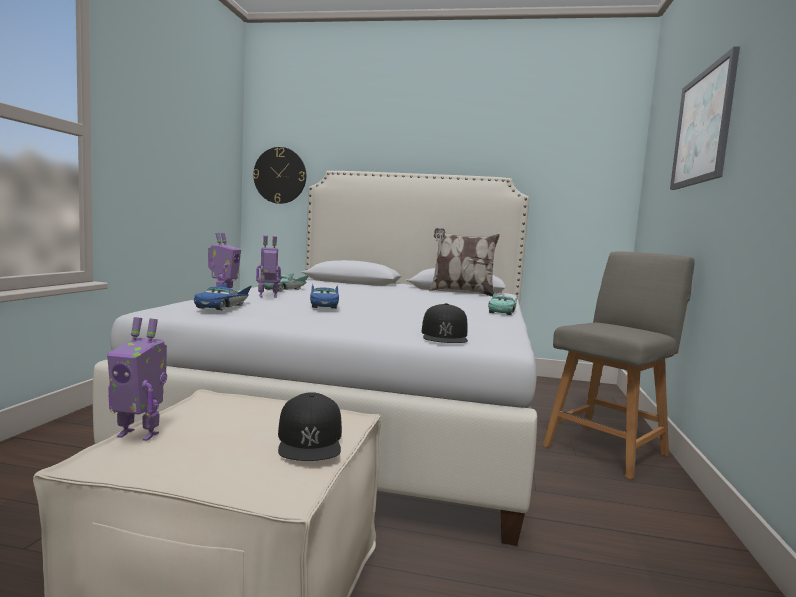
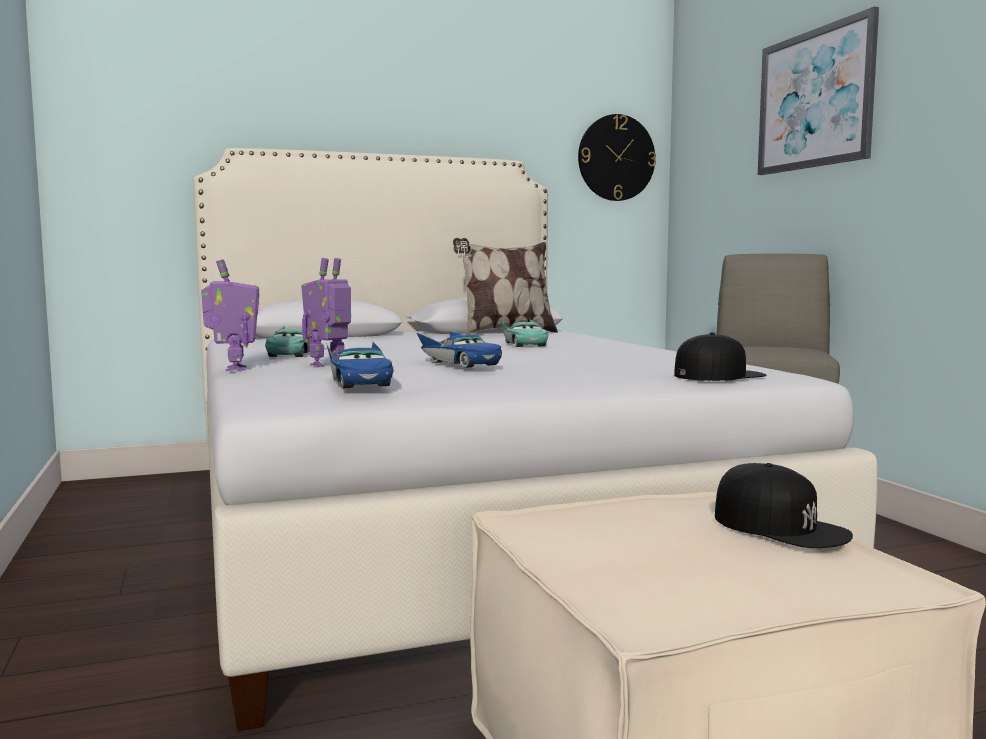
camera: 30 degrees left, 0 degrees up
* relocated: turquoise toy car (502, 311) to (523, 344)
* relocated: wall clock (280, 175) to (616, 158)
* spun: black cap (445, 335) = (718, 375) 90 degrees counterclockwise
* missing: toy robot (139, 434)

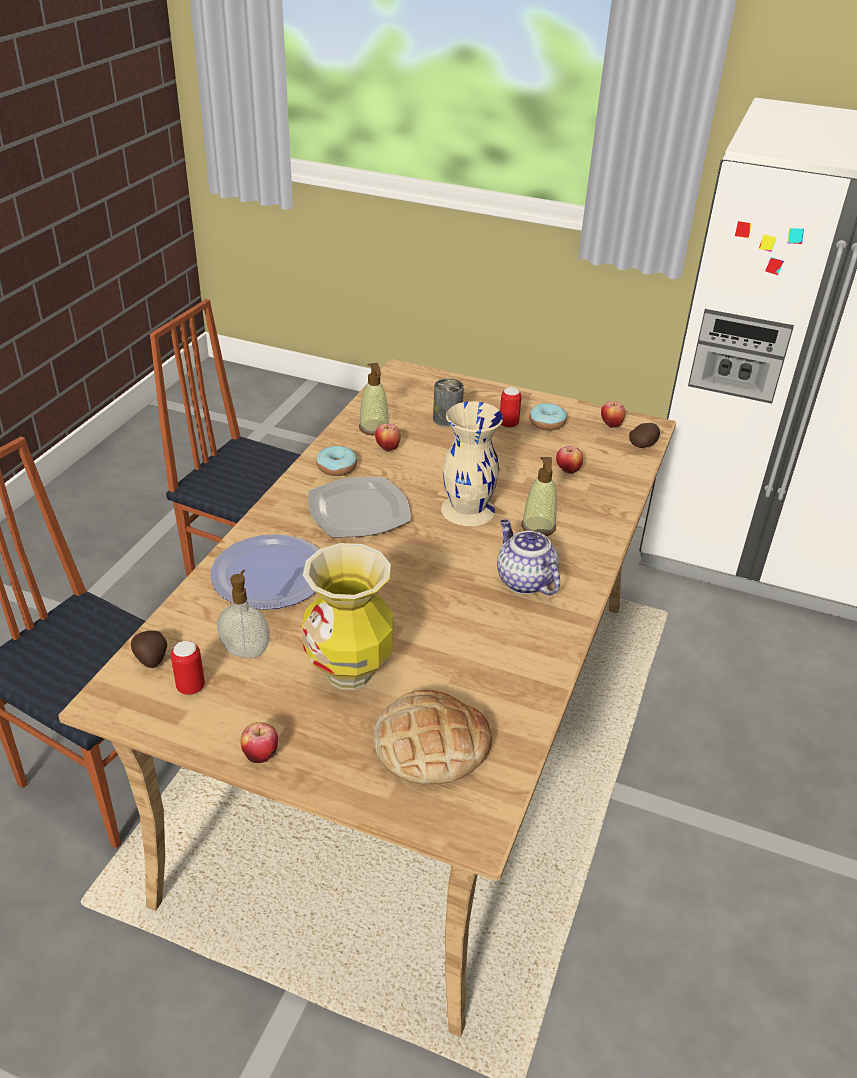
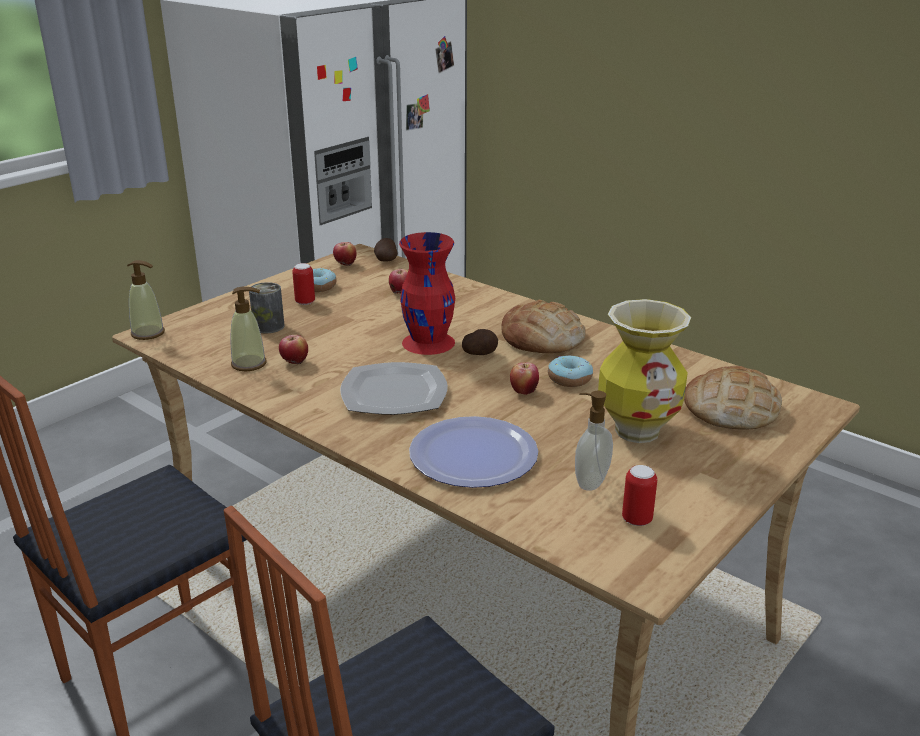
camera: 70 degrees left, 10 degrees down
* relocated: soap dispenser (538, 527) to (148, 333)
* colour: beige vase (468, 510) to red vase (429, 342)
* relocated: potato (151, 659) to (479, 354)
* exchanged: teapot (524, 580) to bread (542, 337)
* relocated: apple (261, 755) to (524, 392)
* relocated: donut (337, 467) to (569, 379)

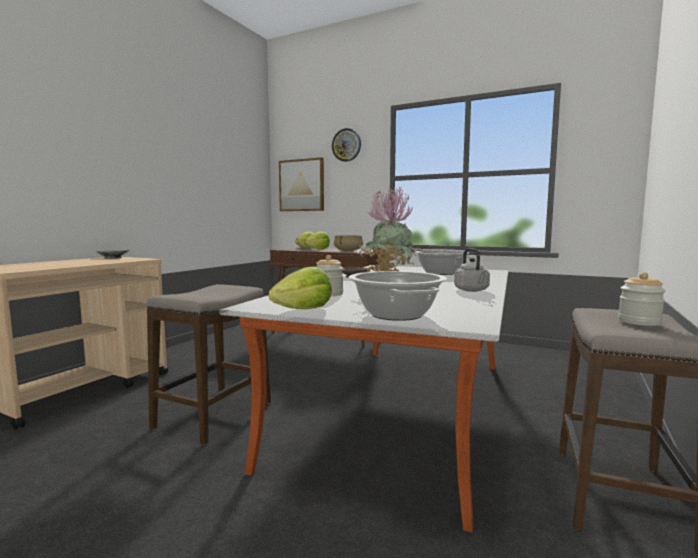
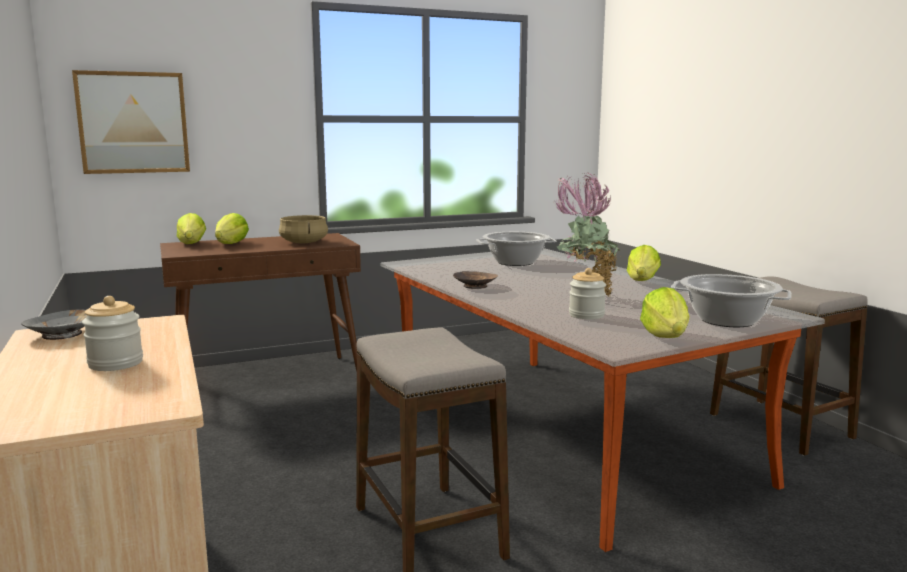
camera: 50 degrees left, 5 degrees up
* relocated: jar (639, 321) to (115, 363)
* exchanged: grey kettle (472, 290) to lettuce (642, 281)
* missing: wall clock (346, 145)

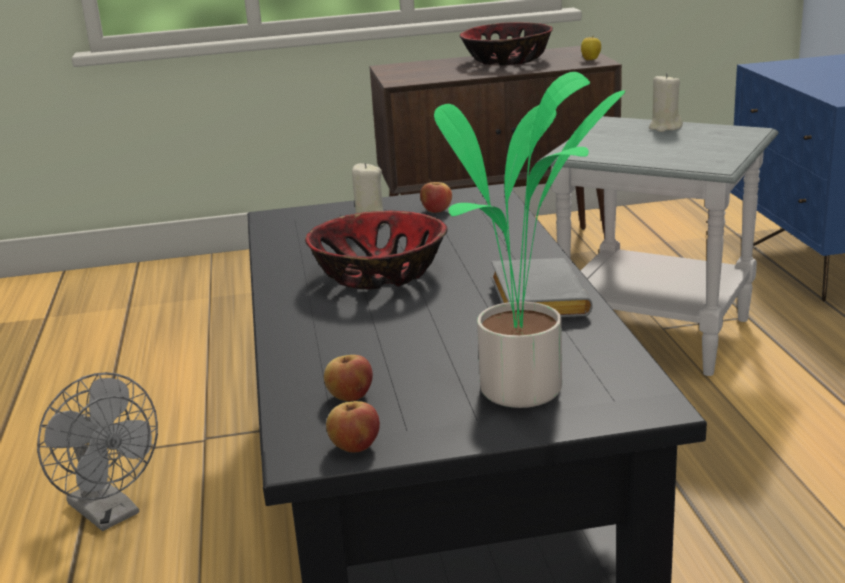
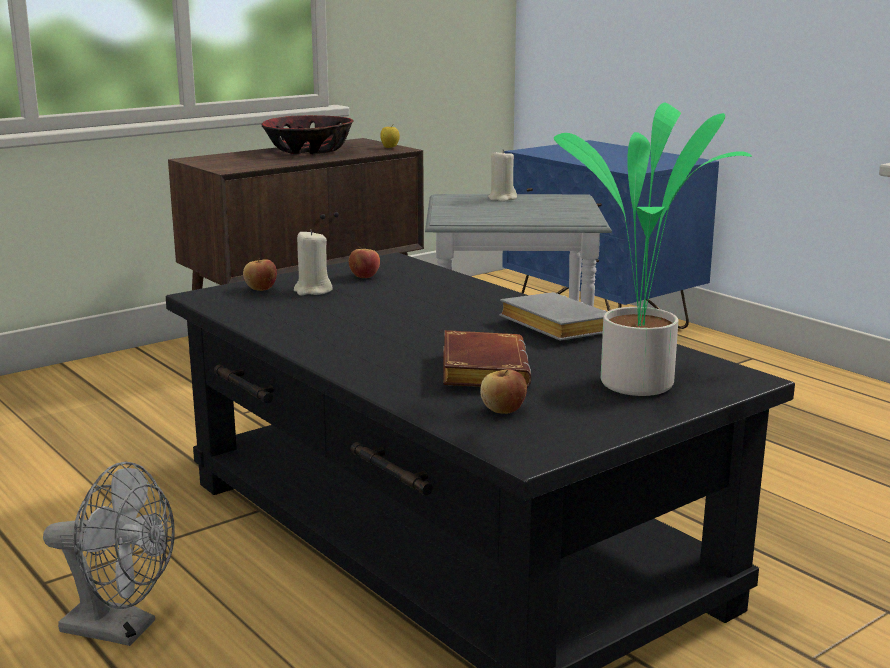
camera: 30 degrees left, 5 degrees down
* relocated: apple (355, 446) to (261, 289)
* appeared: brown book (480, 370)
* missing: bowl (379, 273)

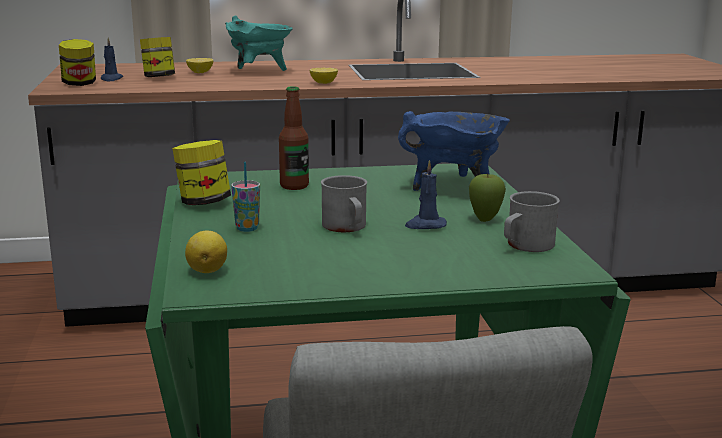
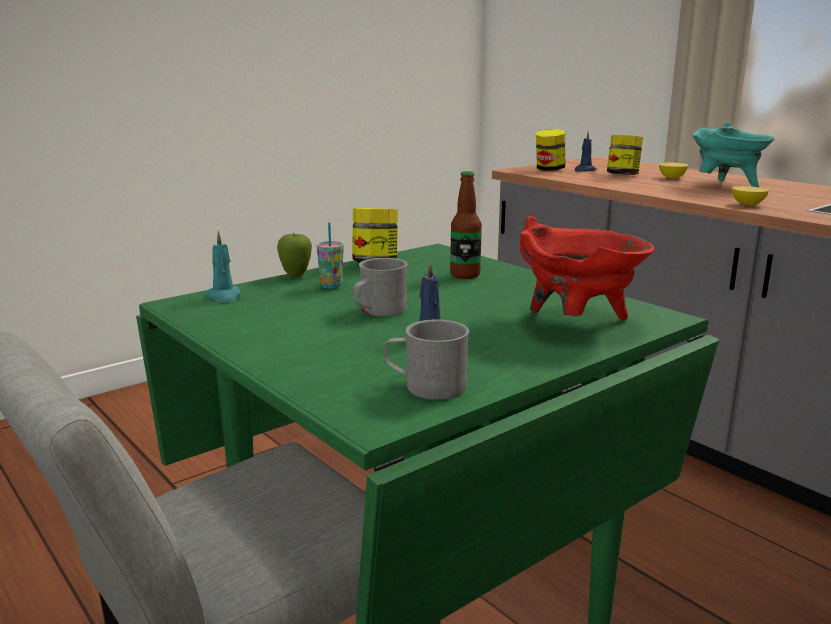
camera: 60 degrees right, 0 degrees up
* exchanged: lemon (208, 270) to turquoise candle (224, 296)
* relocated: apple (485, 220) to (296, 276)
* colour: blue cooking pot (454, 187) to red cooking pot (577, 323)

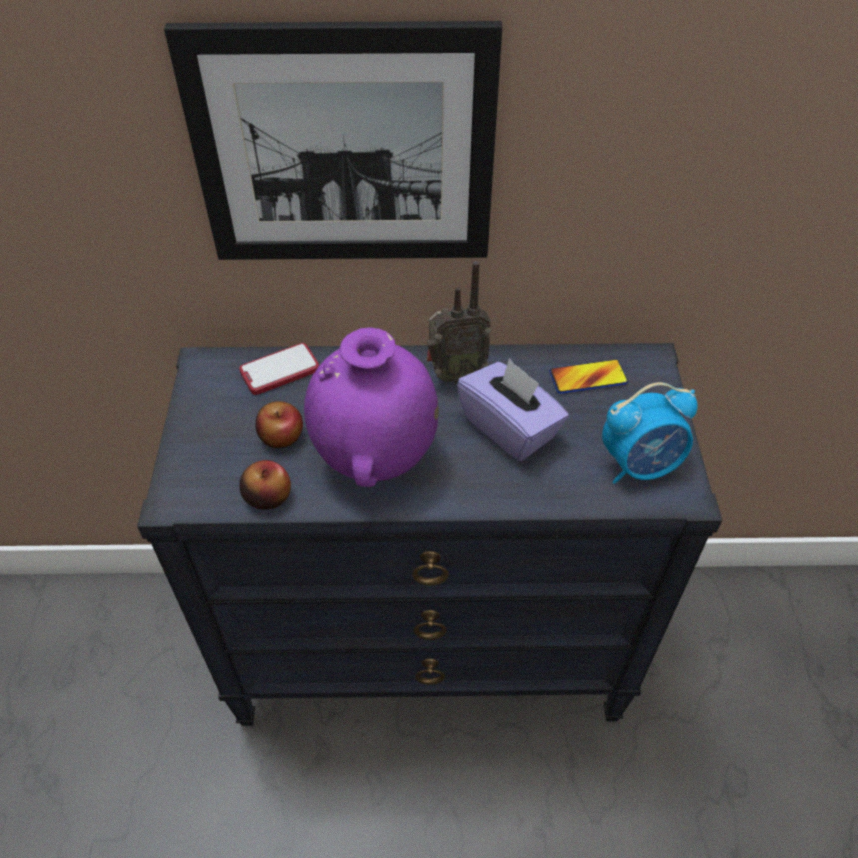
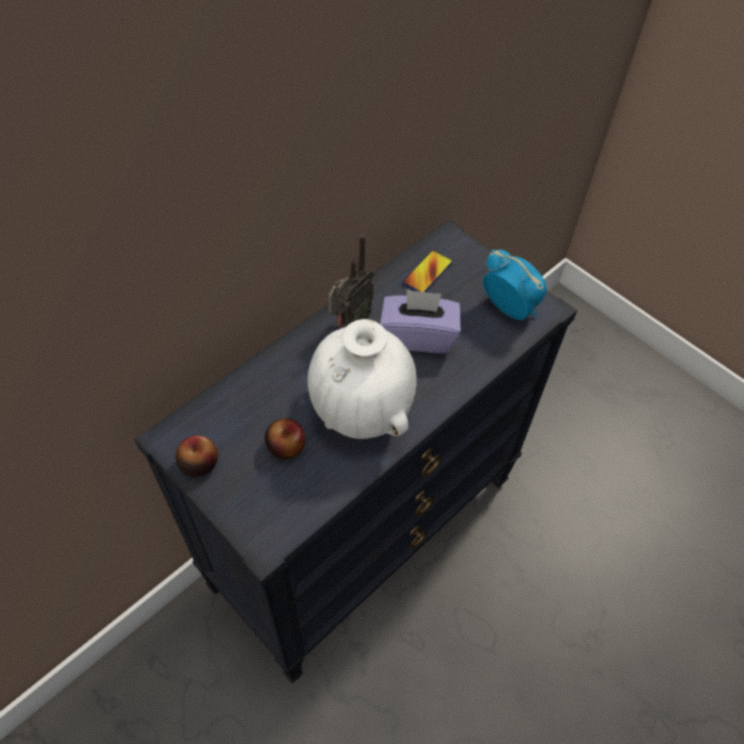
camera: 45 degrees left, 5 degrees up
* relocated: apple (268, 496) to (199, 463)
* colour: purple vase (375, 457) to white vase (362, 414)
* spun: alarm clock (640, 465) = (509, 308) 75 degrees counterclockwise
* missing: picture (344, 150)
* missing: phone (280, 370)

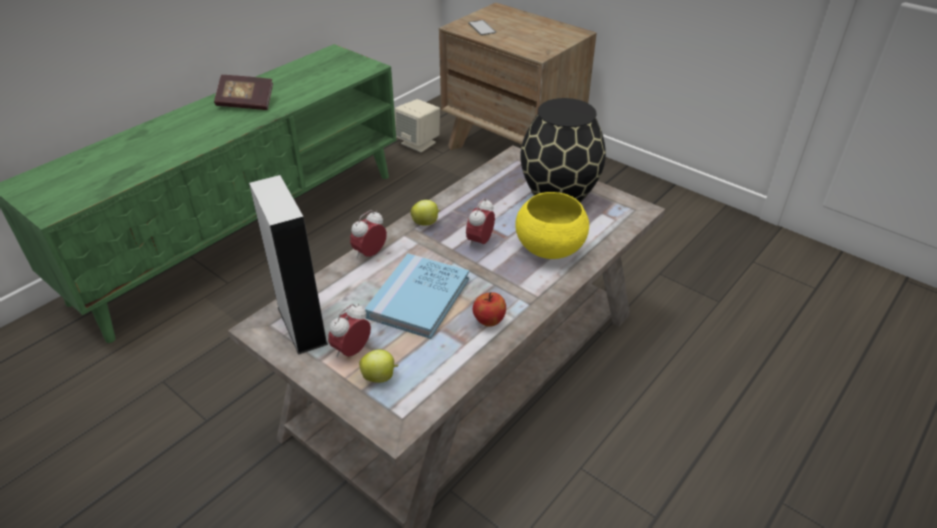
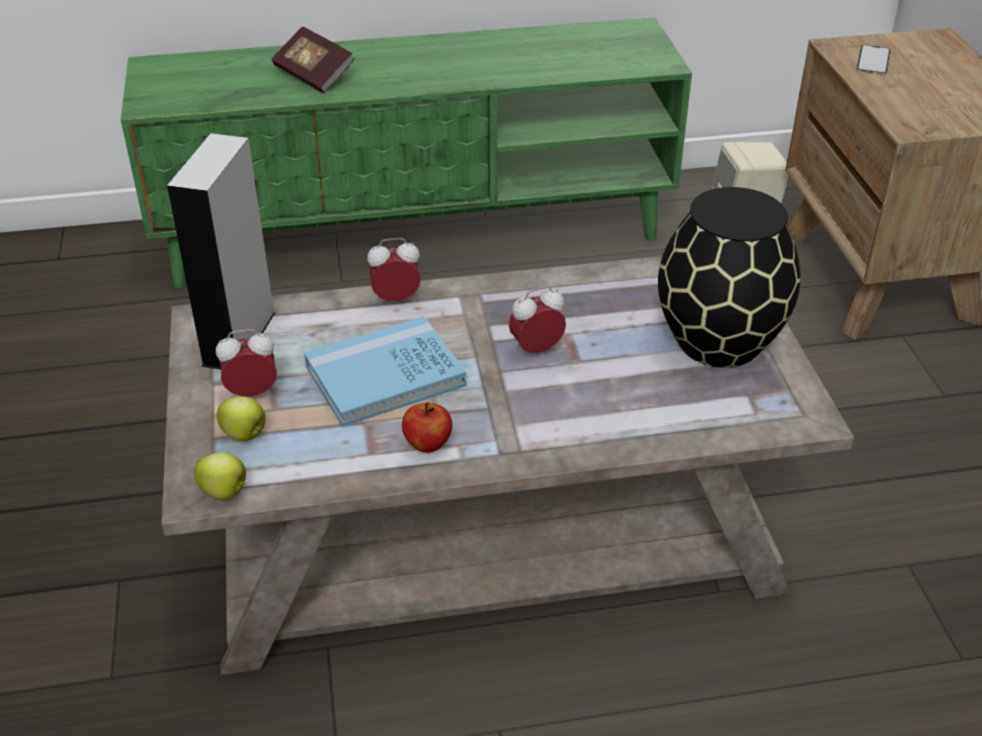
camera: 40 degrees right, 0 degrees up
* relocated: apple (426, 223) to (225, 492)
* relocated: book (246, 103) to (314, 75)
* missing: yellow bowl (549, 249)

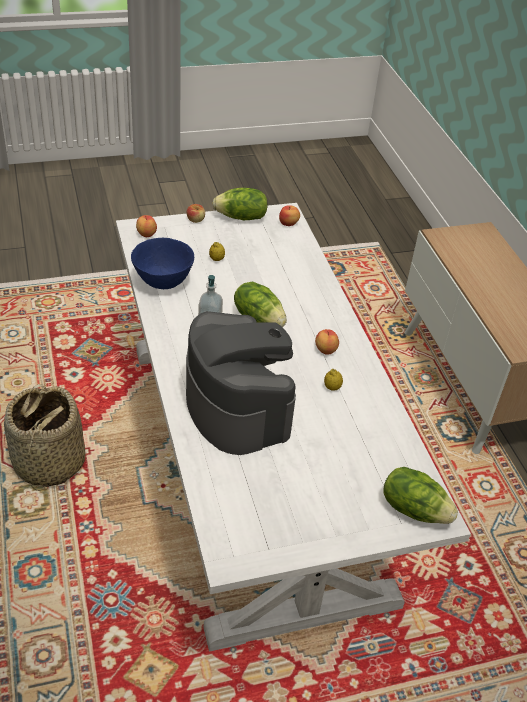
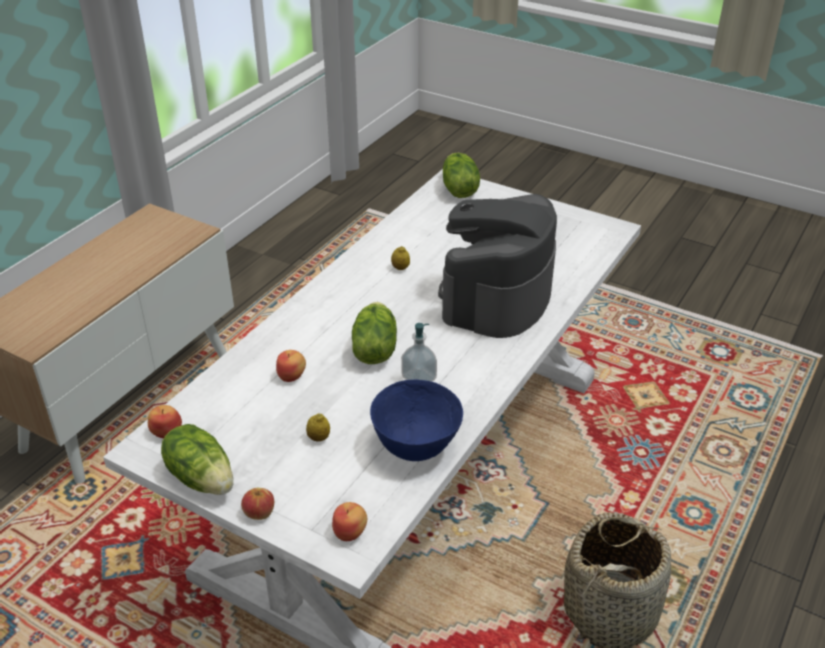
camera: 130 degrees left, 5 degrees down
* relocated: apple (325, 350) to (292, 376)

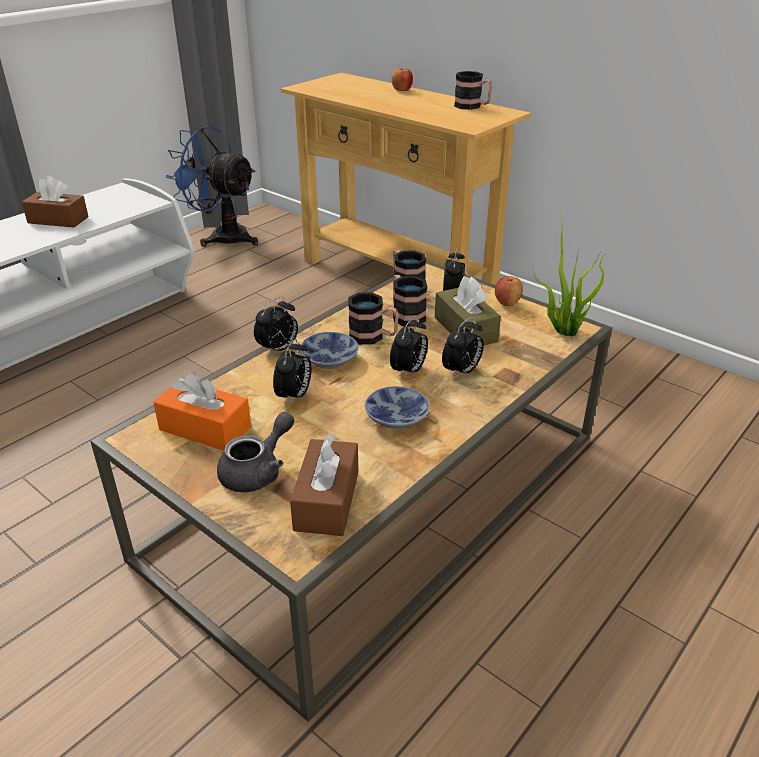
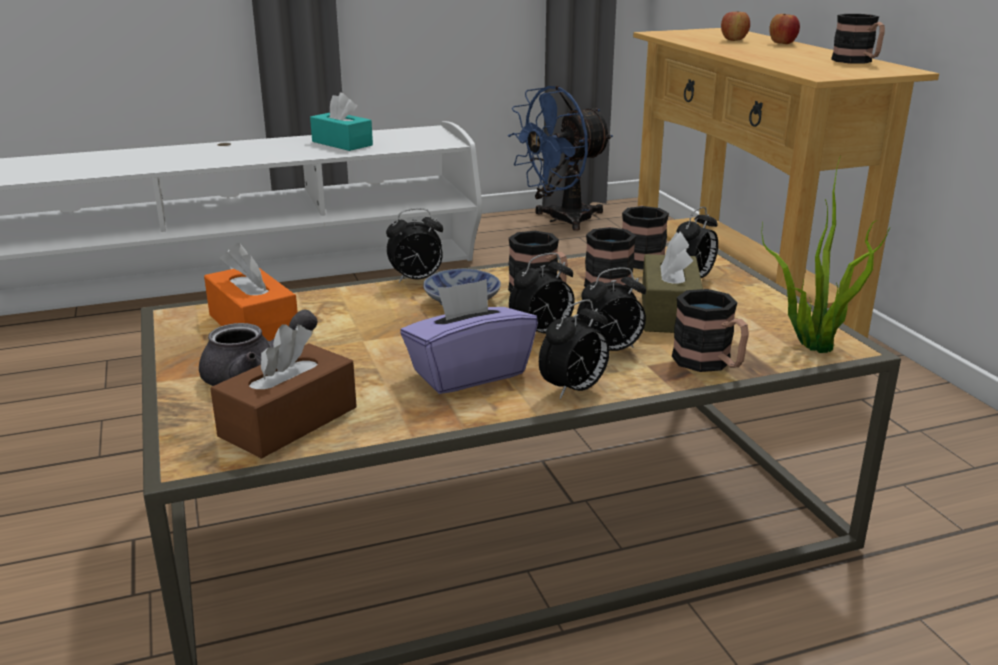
camera: 30 degrees right, 10 degrees down
* colour: brown tissue box (58, 220) to turquoise tissue box (342, 143)
* exchanged: bowl (397, 419) to purple tissue box (468, 373)
* spun: blue fan (222, 236) = (560, 220) 90 degrees counterclockwise
* relocated: alarm clock (294, 396) to (574, 390)
* appeared: mug (710, 364)
* relocated: apple (507, 303) to (733, 40)

